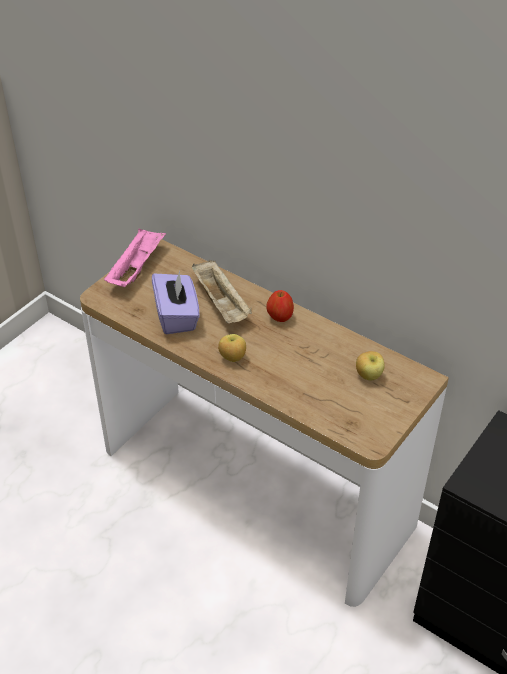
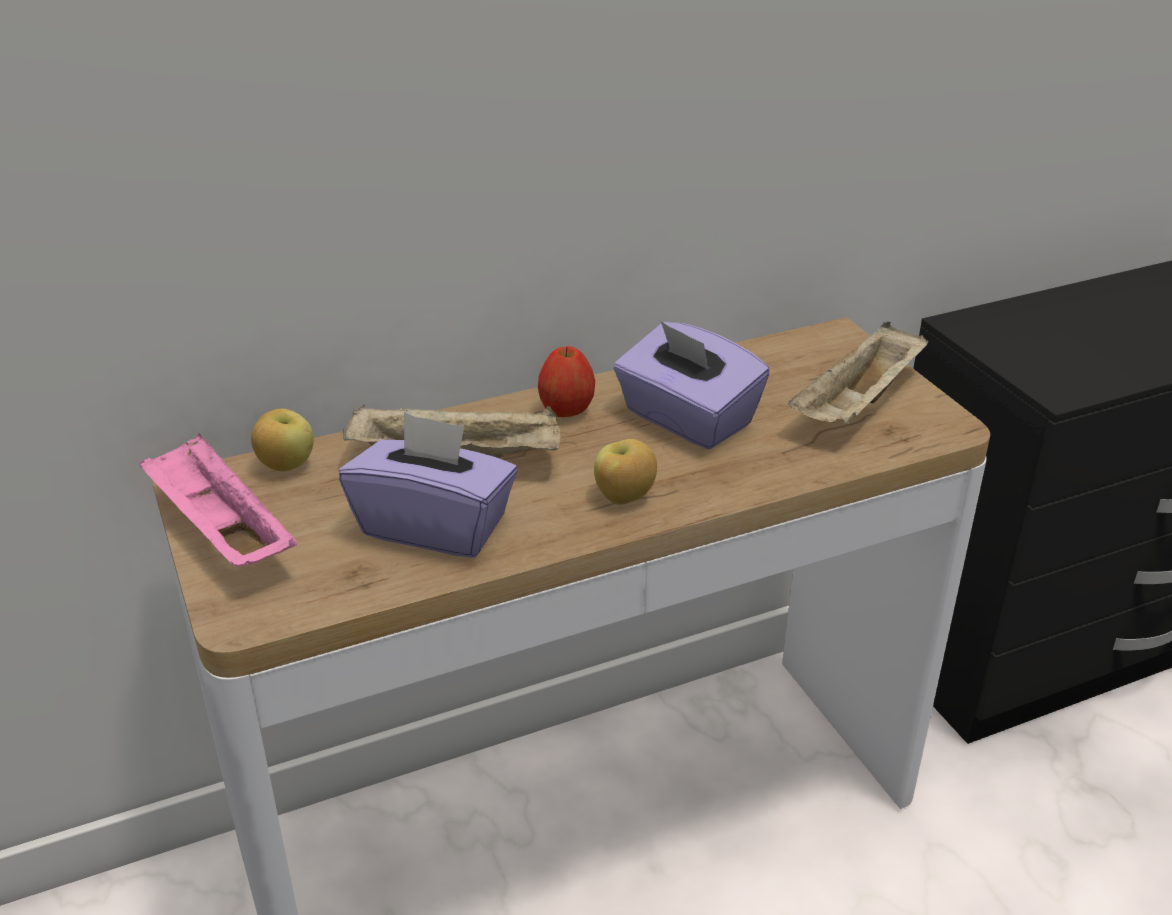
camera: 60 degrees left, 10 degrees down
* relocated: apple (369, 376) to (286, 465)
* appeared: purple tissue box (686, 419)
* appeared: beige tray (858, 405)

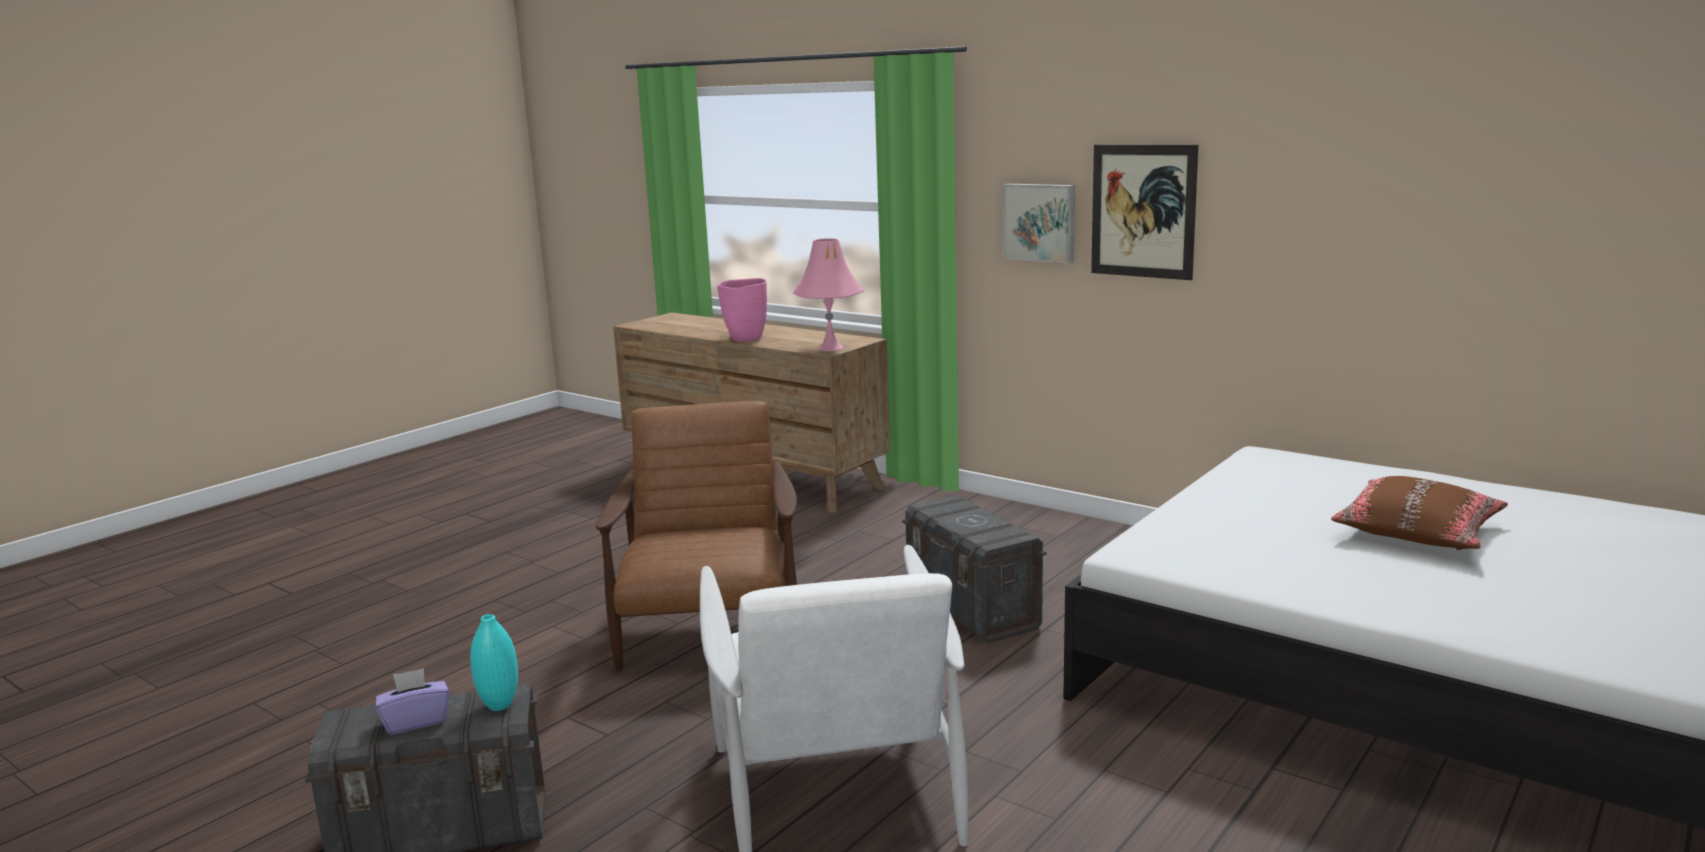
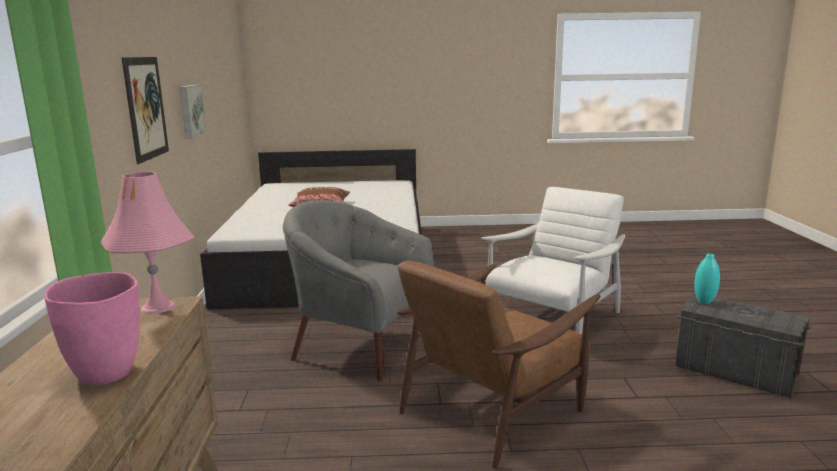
camera: 130 degrees left, 0 degrees up
* relocated: picture (1040, 222) to (190, 111)
* exchanged: grey storage box (972, 609) to grey armchair (360, 345)
* missing: purple tissue box (416, 721)

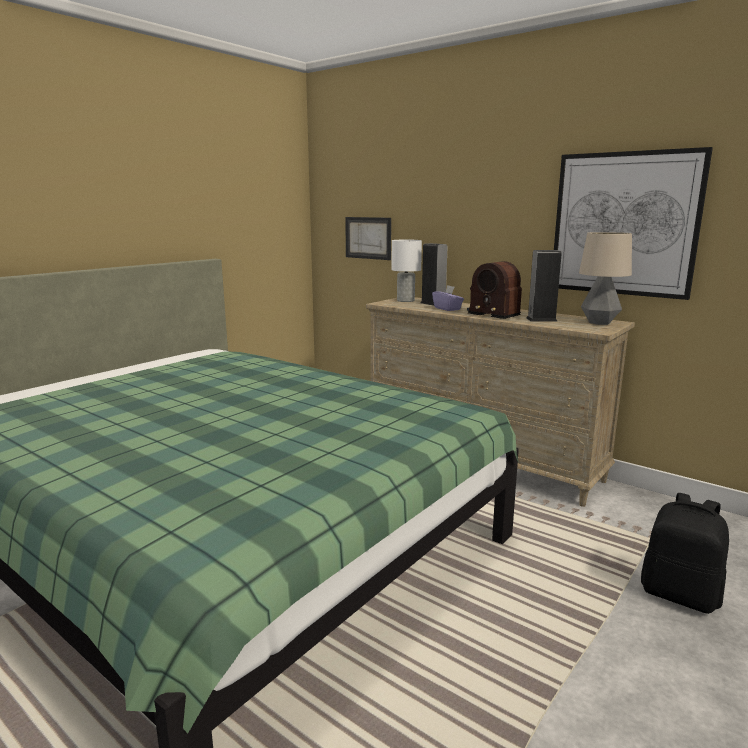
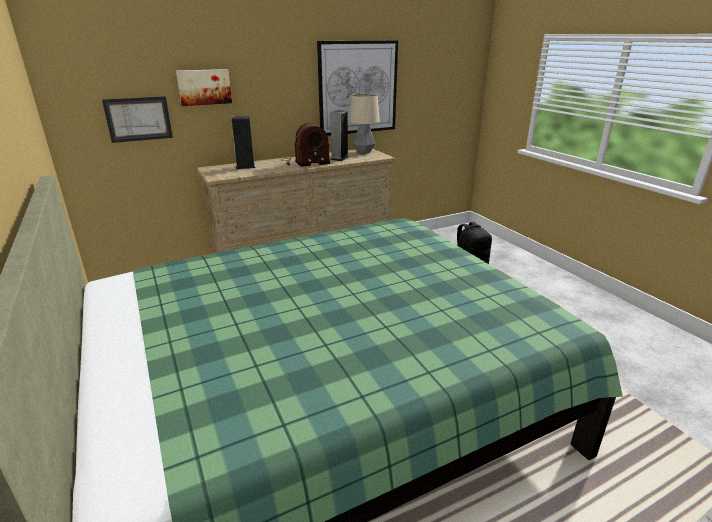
camera: 65 degrees left, 10 degrees up
* appeared: picture (204, 87)
* missing: white table lamp (405, 300)
* missing: purple tissue box (447, 309)

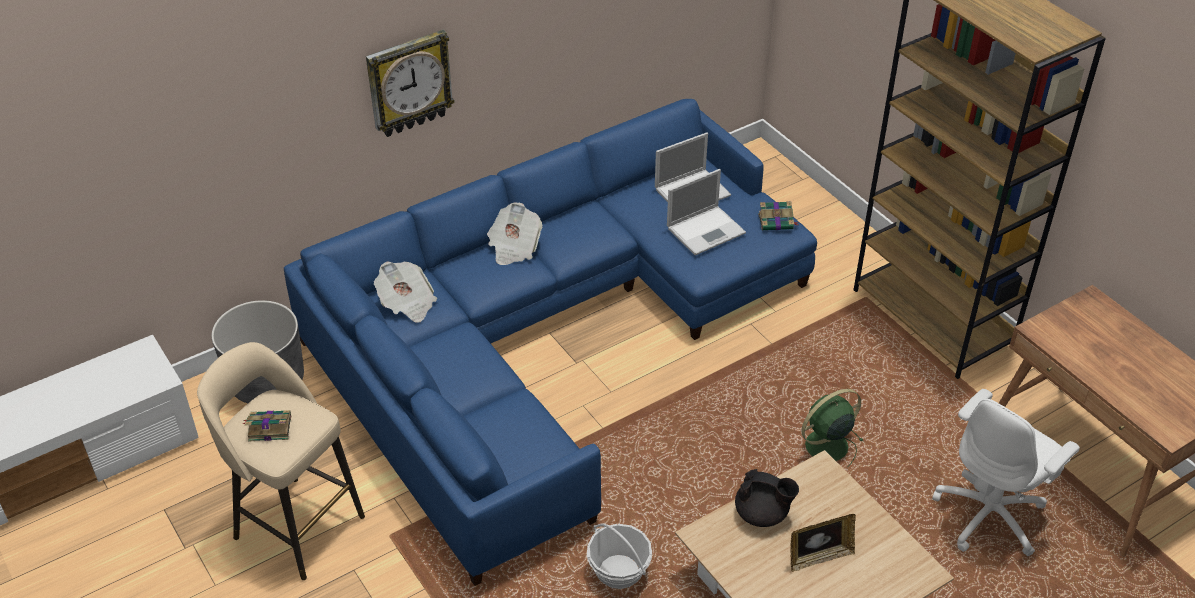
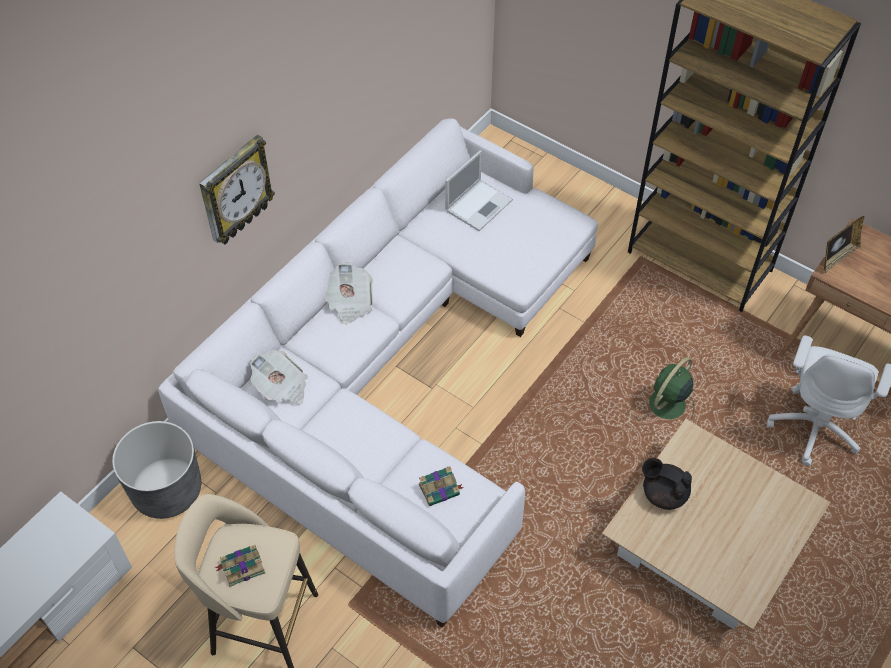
camera: 20 degrees left, 10 degrees up
* colour: blue sofa (547, 334) to white sofa (394, 368)
* relocated: book (776, 222) to (440, 489)
* spun: black teapot (762, 514) = (663, 493) 150 degrees counterclockwise
* relocated: picture frame (819, 557) to (837, 257)
* missing: basket (619, 572)
* missing: laptop (707, 230)

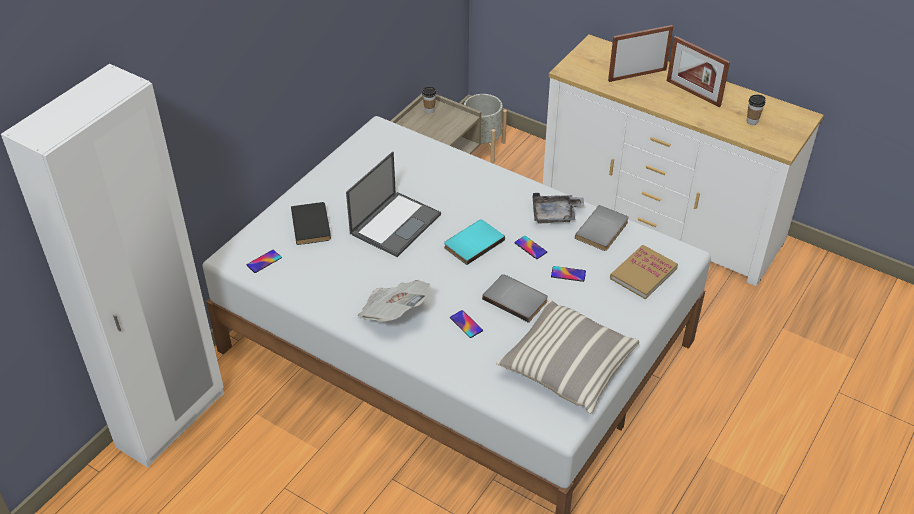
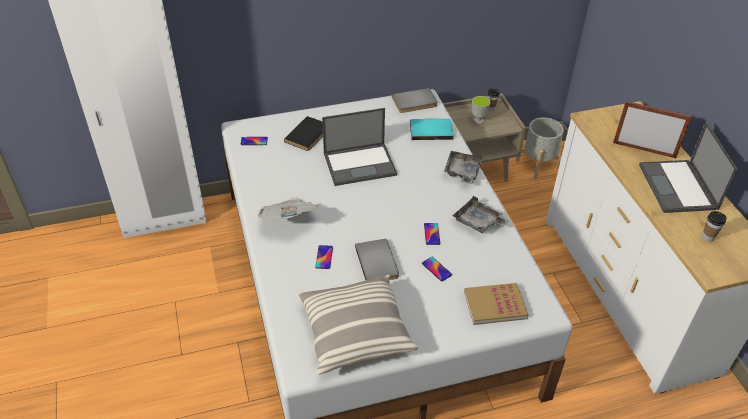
camera: 40 degrees right, 0 degrees up
* relocated: grey book (603, 230) to (415, 103)
* relocated: turquoise book (472, 243) to (431, 130)
* appeared: grey tray (462, 172)
* appeared: cup (478, 120)
* exchanged: picture frame (693, 93) to laptop (678, 187)

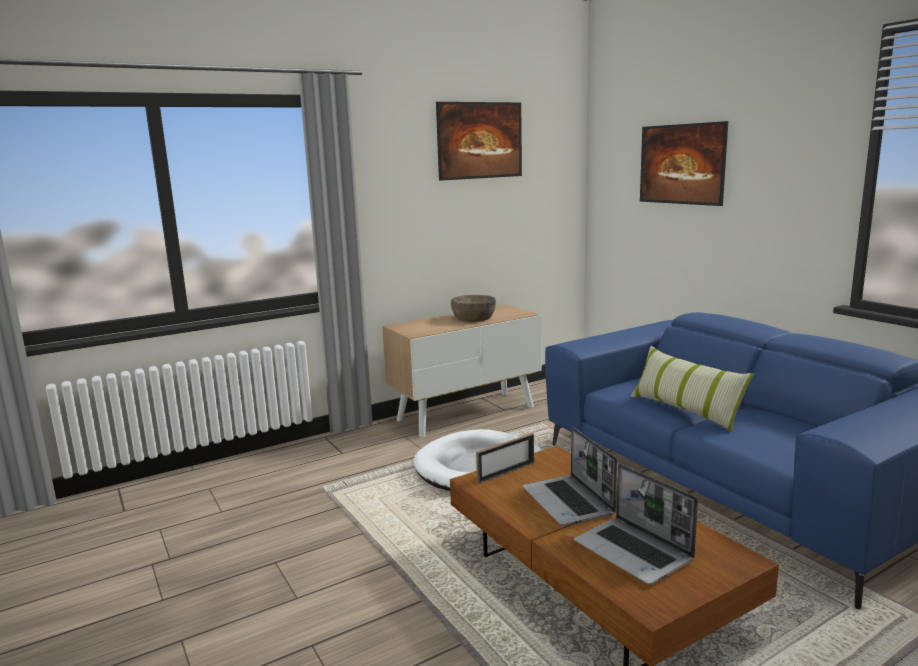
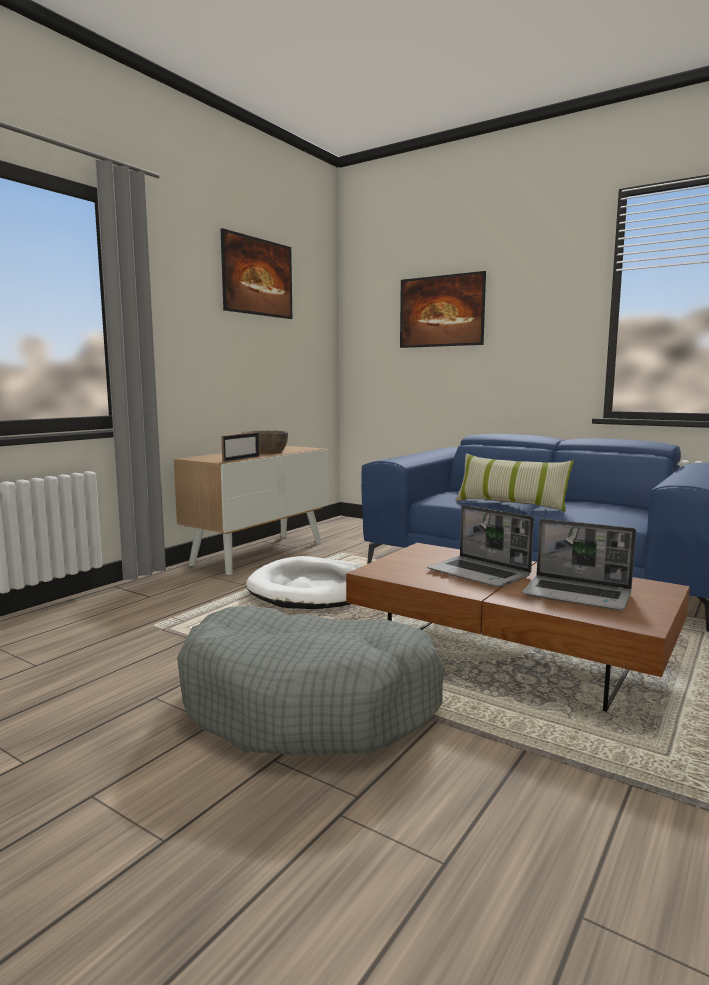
camera: 25 degrees left, 5 degrees down
* appeared: grey dog bed (310, 705)
* relocated: picture frame (506, 473) to (241, 459)

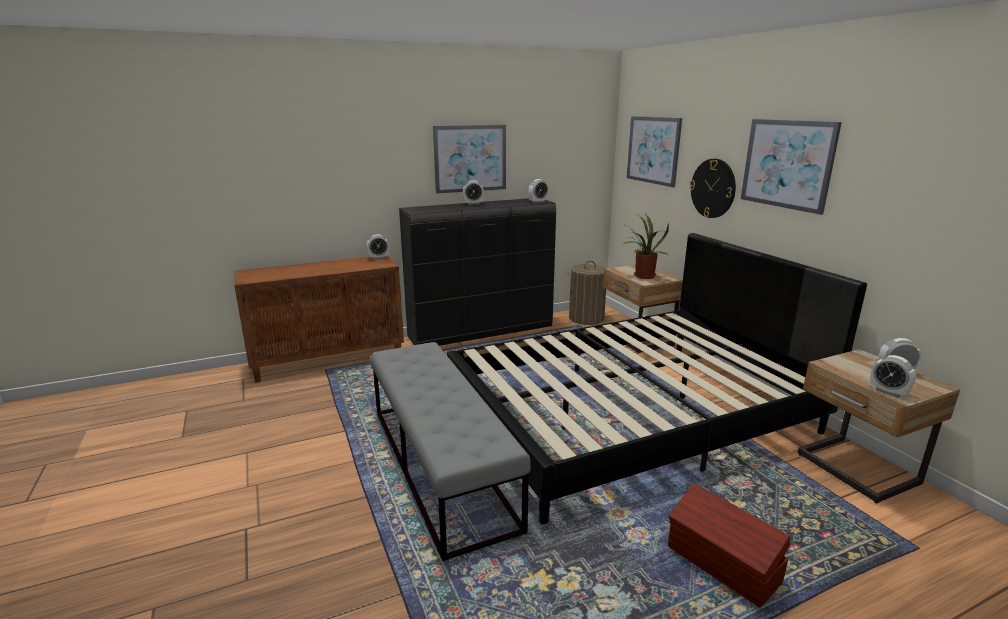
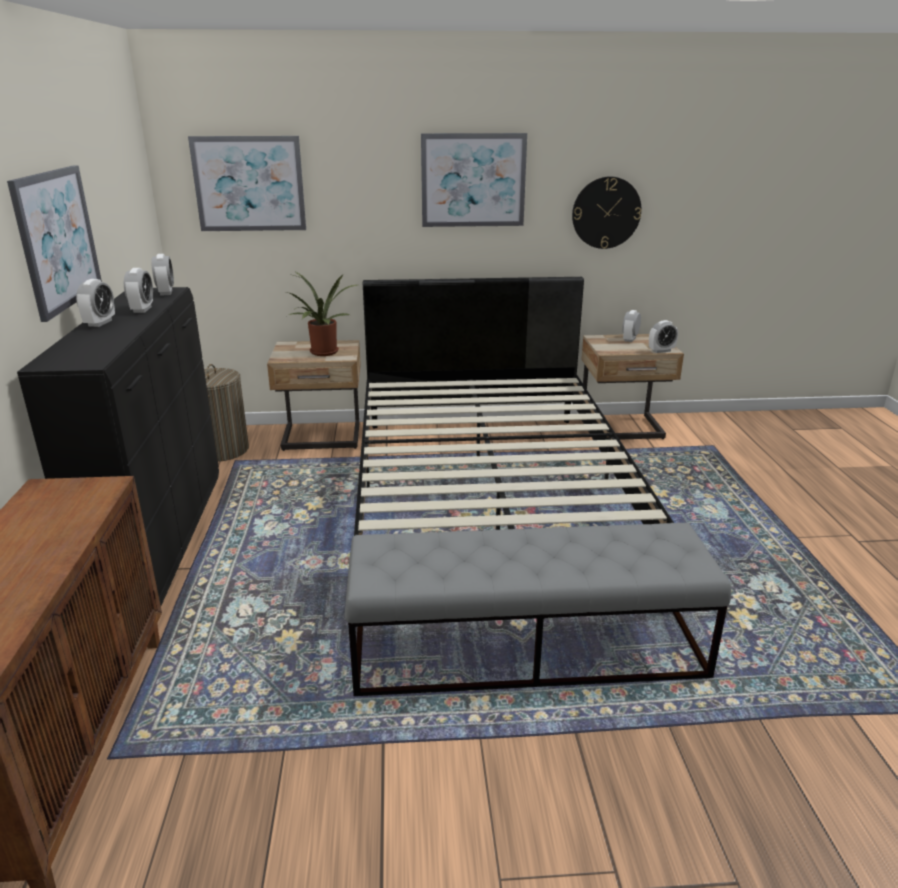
camera: 70 degrees left, 5 degrees up
* relocated: alarm clock (378, 258) to (142, 309)
* relocated: wall clock (713, 188) to (606, 213)
* missing: brown storage box (722, 565)

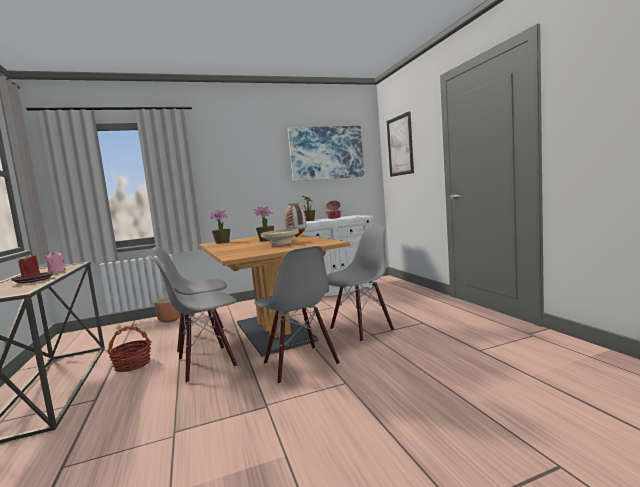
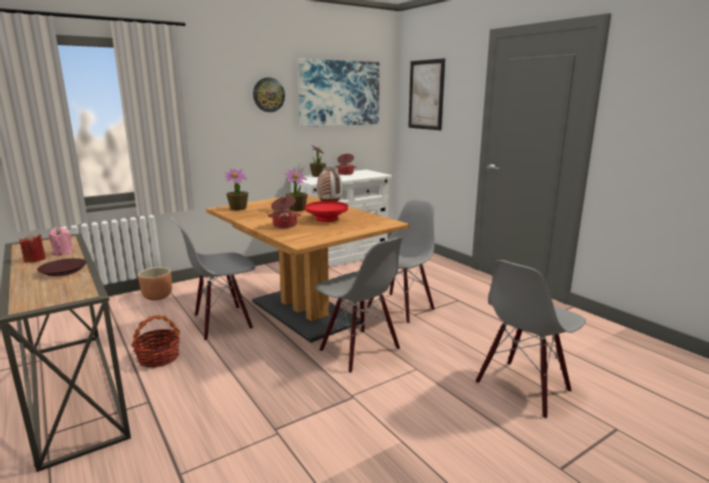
camera: 15 degrees left, 10 degrees up
* appeared: wall clock (268, 95)
* appeared: cooking pot (285, 225)
* colour: beige bowl (280, 243) to red bowl (326, 219)
* relocated: grey chair (206, 363) to (523, 388)

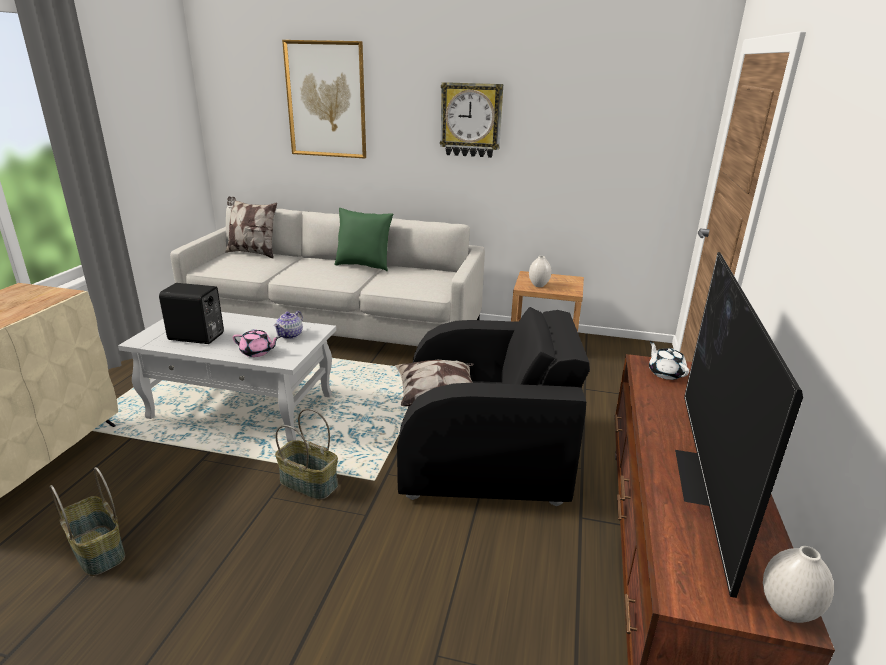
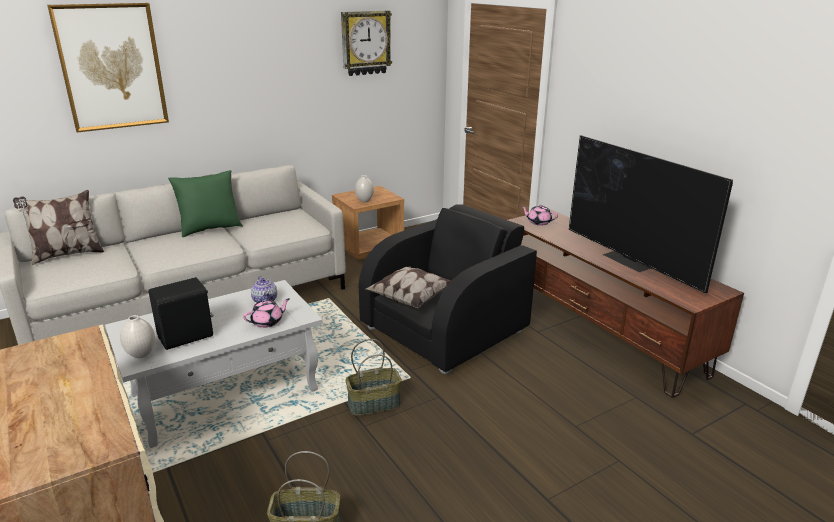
camera: 45 degrees left, 0 degrees up
* relocated: white vase (786, 611) to (141, 354)
* relocated: wall clock (471, 120) to (365, 43)
* colour: white teapot (665, 373) to pink teapot (538, 222)

